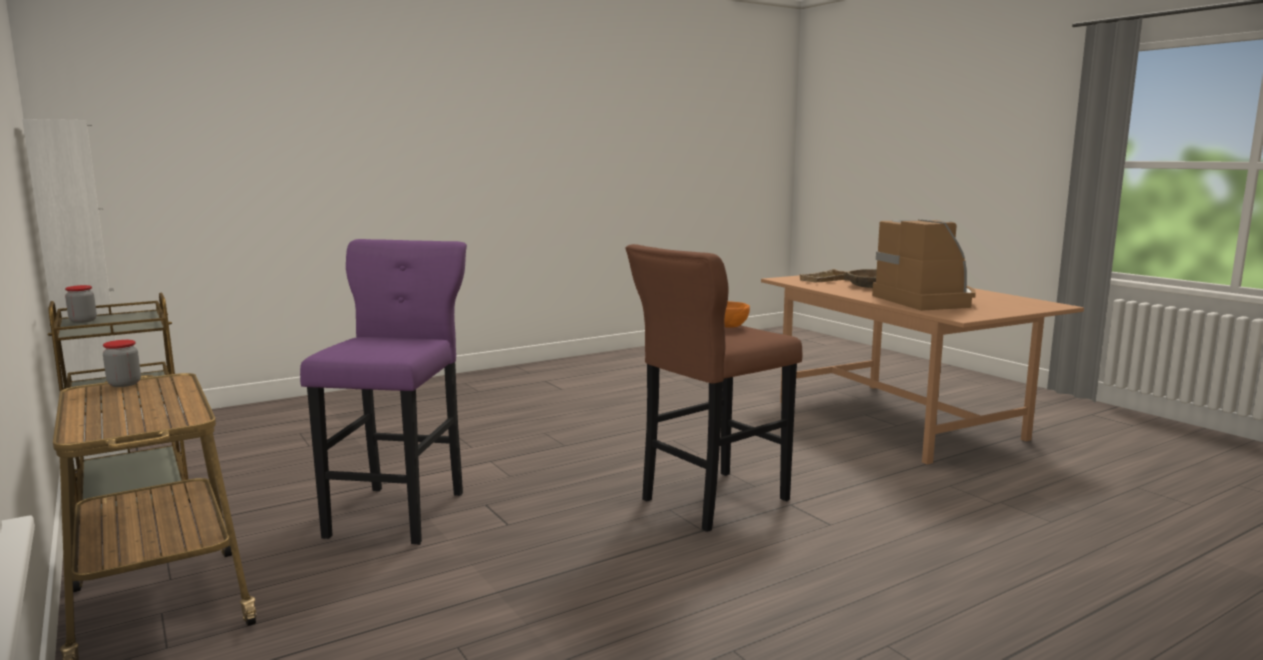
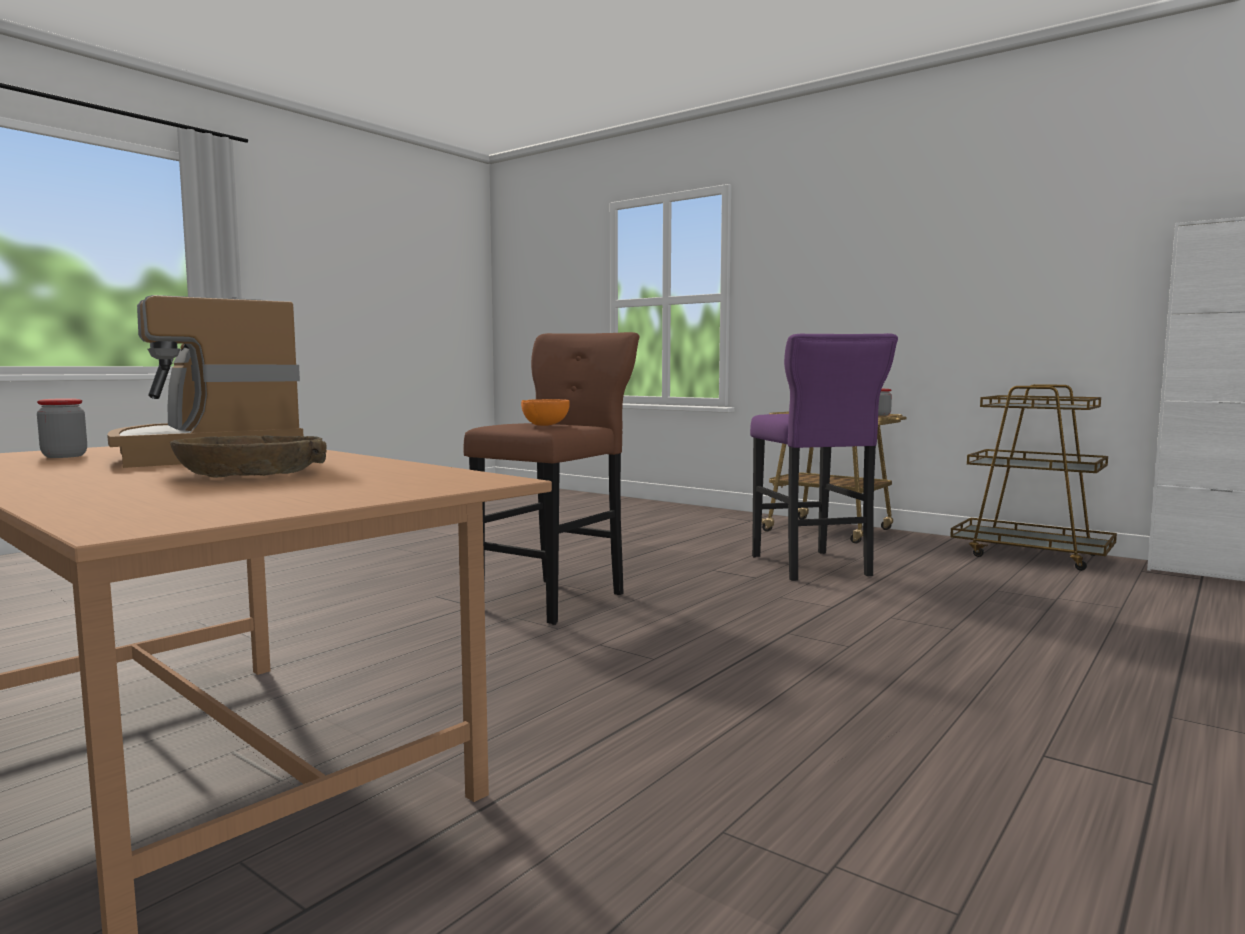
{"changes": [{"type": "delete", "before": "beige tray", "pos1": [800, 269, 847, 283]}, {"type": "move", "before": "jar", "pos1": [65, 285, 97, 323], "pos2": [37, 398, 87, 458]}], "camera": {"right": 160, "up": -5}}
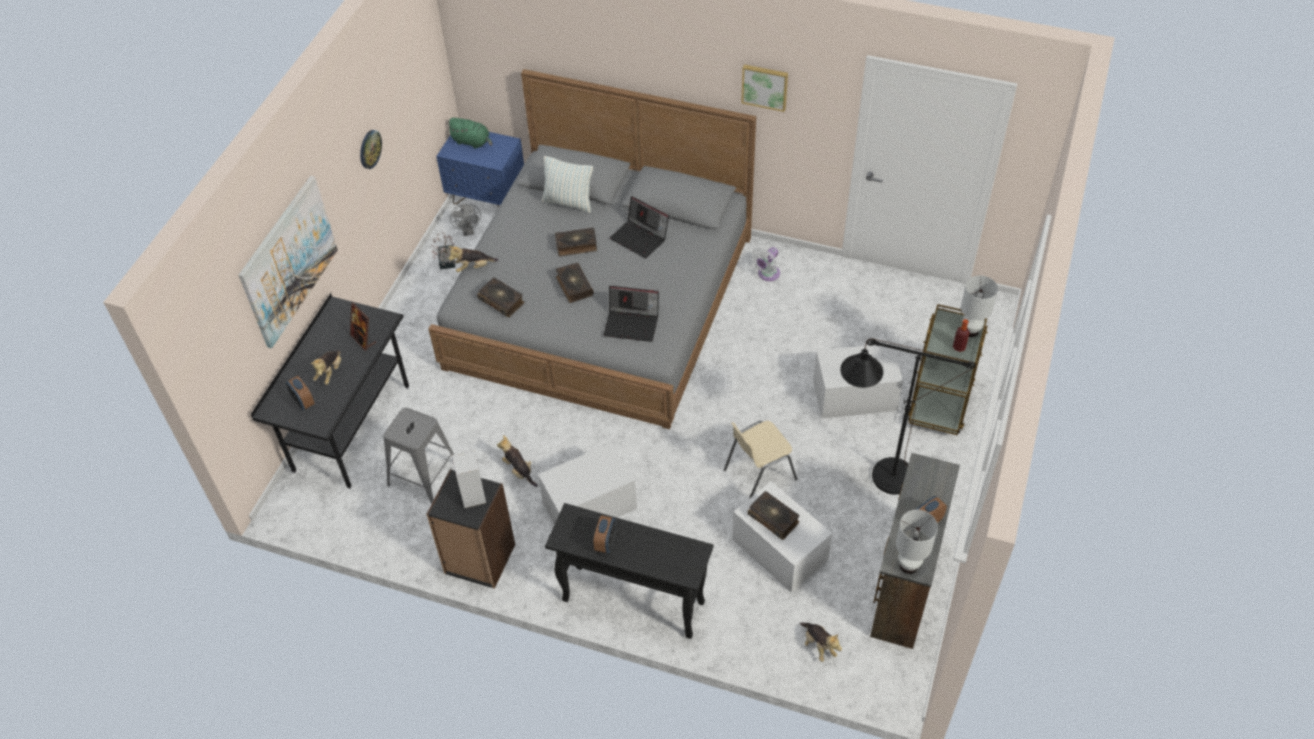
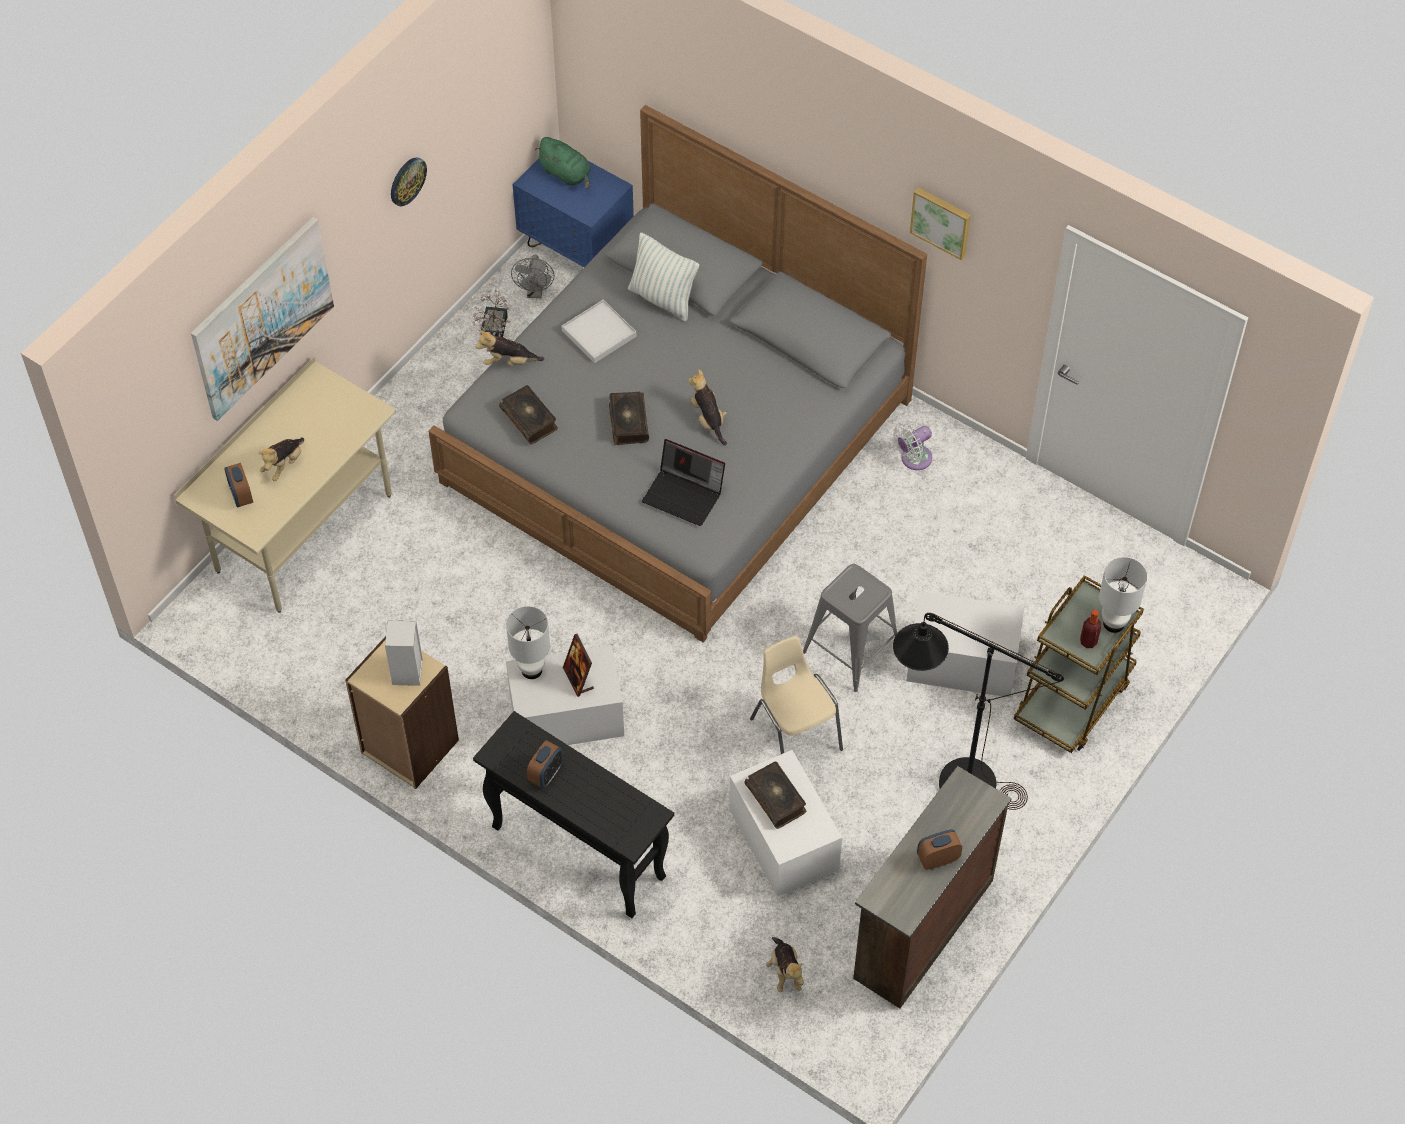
{"changes": [{"type": "delete", "before": "laptop", "pos1": [610, 196, 669, 258]}, {"type": "delete", "before": "book", "pos1": [555, 228, 597, 256]}, {"type": "recolor", "before": "black desk", "after": "beige desk", "pos1": [251, 293, 409, 489], "pos2": [174, 357, 396, 613]}, {"type": "move", "before": "picture frame", "pos1": [350, 303, 376, 351], "pos2": [563, 634, 594, 697]}, {"type": "move", "before": "grey stool", "pos1": [383, 408, 454, 504], "pos2": [803, 564, 897, 692]}, {"type": "rotate", "before": "beige chair", "pos1": [724, 421, 797, 499], "pos2": [750, 636, 843, 754], "turn": 75}, {"type": "move", "before": "plush toy", "pos1": [497, 435, 538, 487], "pos2": [688, 369, 727, 446]}, {"type": "recolor", "before": "black bookcase", "after": "beige bookcase", "pos1": [426, 469, 515, 589], "pos2": [345, 636, 459, 789]}, {"type": "move", "before": "white table lamp", "pos1": [896, 510, 938, 574], "pos2": [506, 606, 550, 679]}, {"type": "insert", "after": "white tray", "pos2": [562, 300, 637, 363]}], "camera": {"right": 15, "up": 5}}
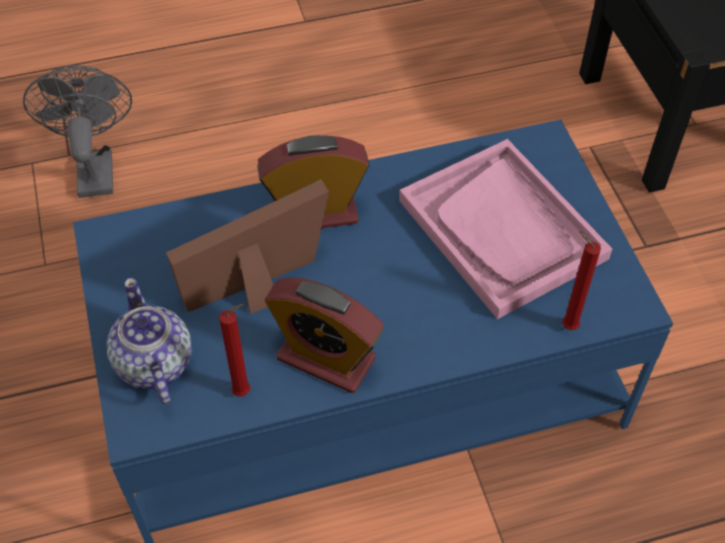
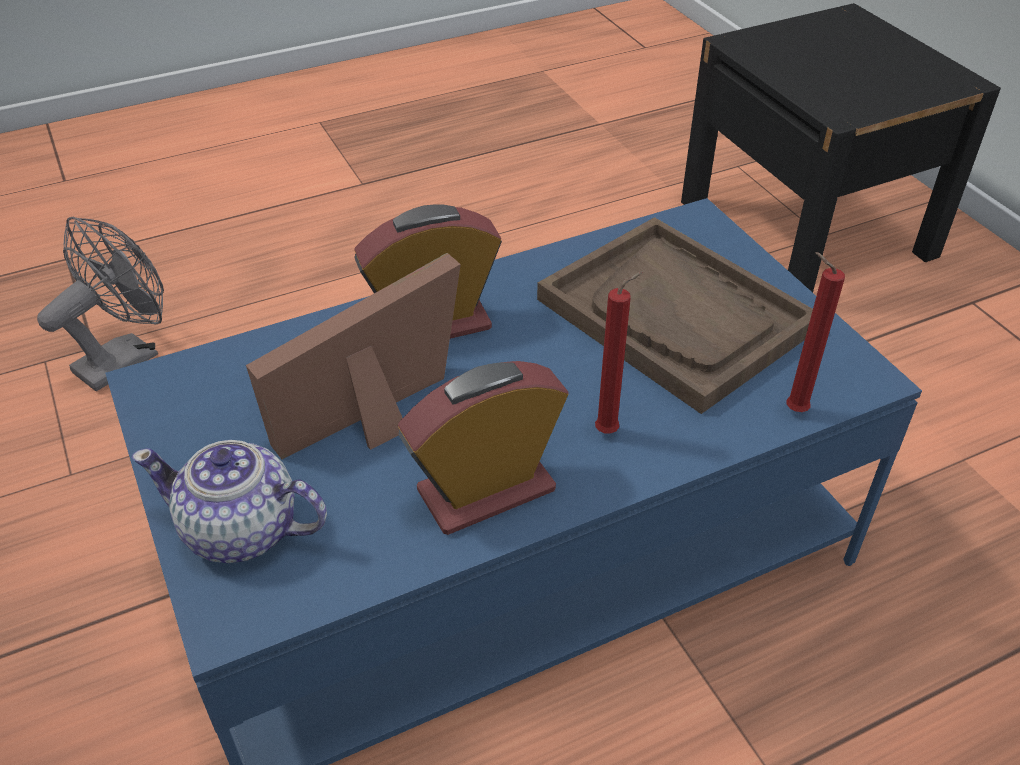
{"changes": [{"type": "rotate", "before": "grey fan", "pos1": [23, 65, 132, 198], "pos2": [37, 217, 164, 391], "turn": 60}, {"type": "recolor", "before": "pink tray", "after": "brown tray", "pos1": [399, 139, 612, 319], "pos2": [537, 217, 813, 414]}, {"type": "rotate", "before": "teapot", "pos1": [107, 278, 192, 404], "pos2": [132, 440, 327, 563], "turn": -45}, {"type": "rotate", "before": "alarm clock", "pos1": [265, 278, 384, 393], "pos2": [398, 361, 568, 535], "turn": 135}, {"type": "move", "before": "red candle", "pos1": [219, 304, 251, 397], "pos2": [595, 272, 643, 433]}], "camera": {"right": -10, "up": -10}}
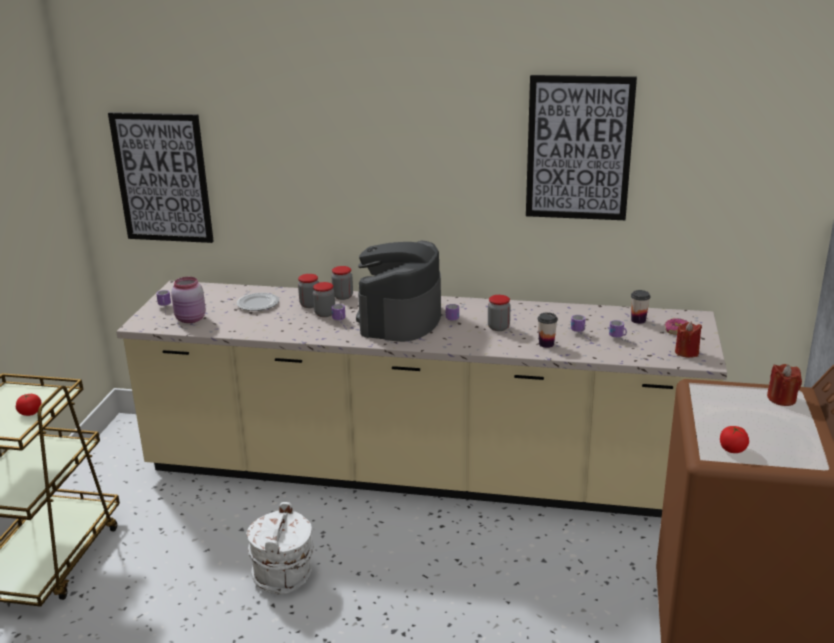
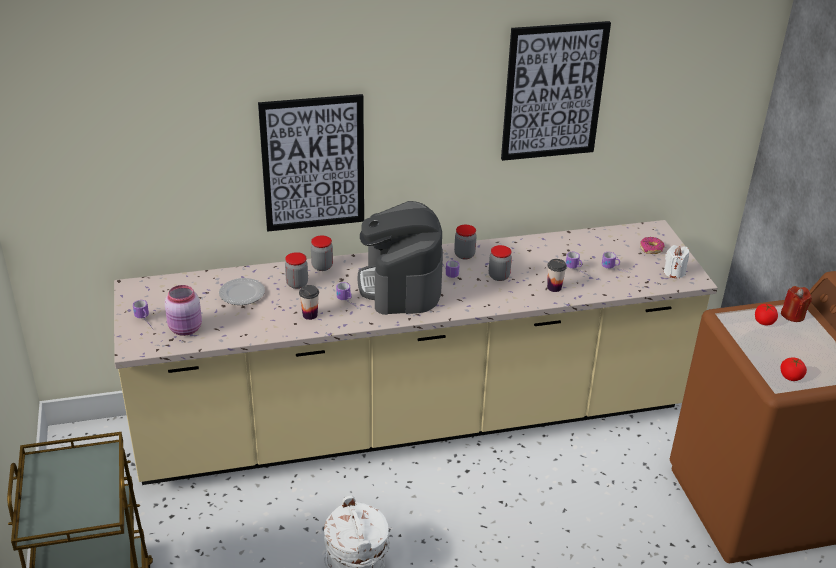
{"changes": [{"type": "move", "before": "picture", "pos1": [108, 112, 214, 243], "pos2": [258, 94, 364, 232]}, {"type": "move", "before": "jar", "pos1": [313, 282, 335, 317], "pos2": [454, 225, 477, 260]}, {"type": "move", "before": "cup", "pos1": [631, 290, 651, 324], "pos2": [299, 285, 319, 320]}, {"type": "recolor", "before": "red candle", "after": "white candle", "pos1": [675, 321, 702, 358], "pos2": [664, 245, 689, 278]}, {"type": "move", "before": "tomato", "pos1": [16, 394, 42, 416], "pos2": [755, 304, 778, 325]}], "camera": {"right": -25, "up": 10}}
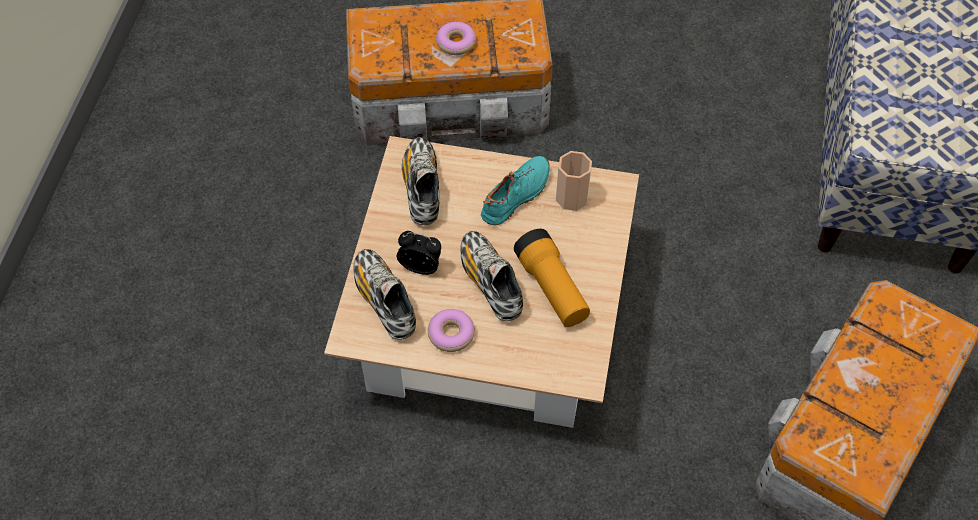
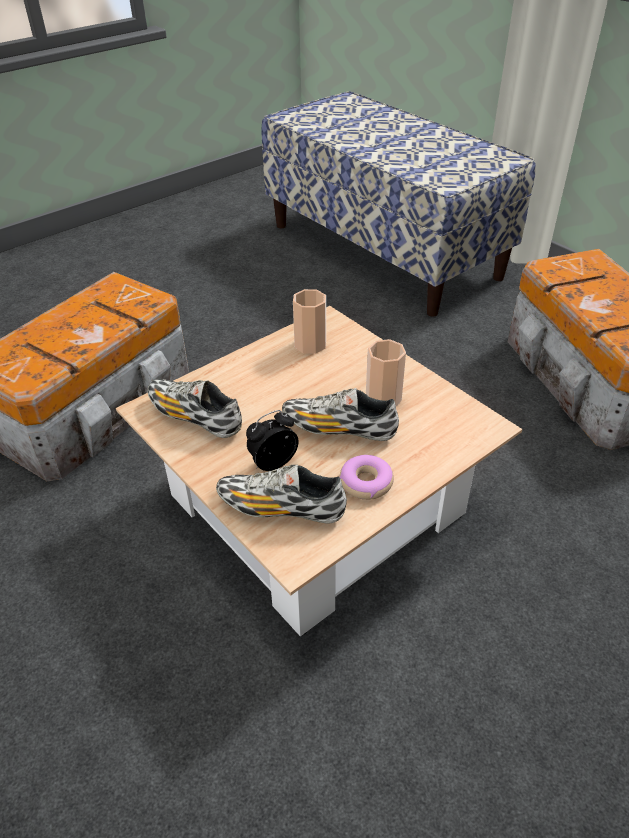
{"changes": [{"type": "delete", "before": "donut", "pos1": [436, 22, 476, 55]}, {"type": "delete", "before": "turquoise shoe", "pos1": [481, 156, 550, 225]}, {"type": "replace", "before": "flashlight", "after": "cup", "pos1": [514, 229, 590, 327], "pos2": [366, 339, 406, 406]}], "camera": {"right": -50, "up": -15}}
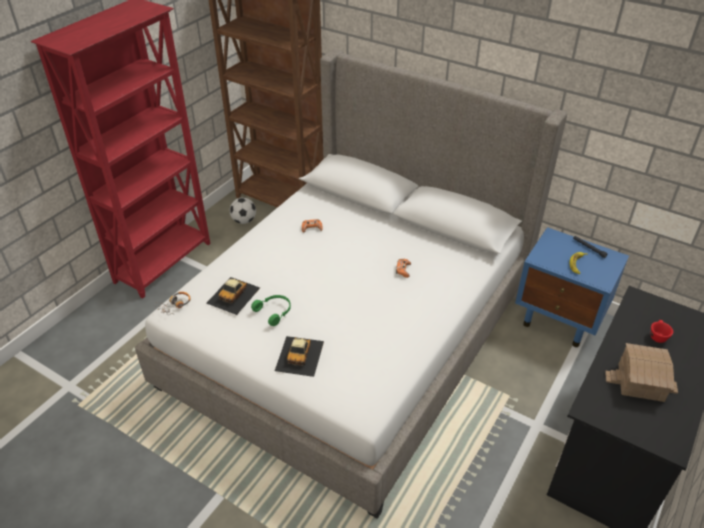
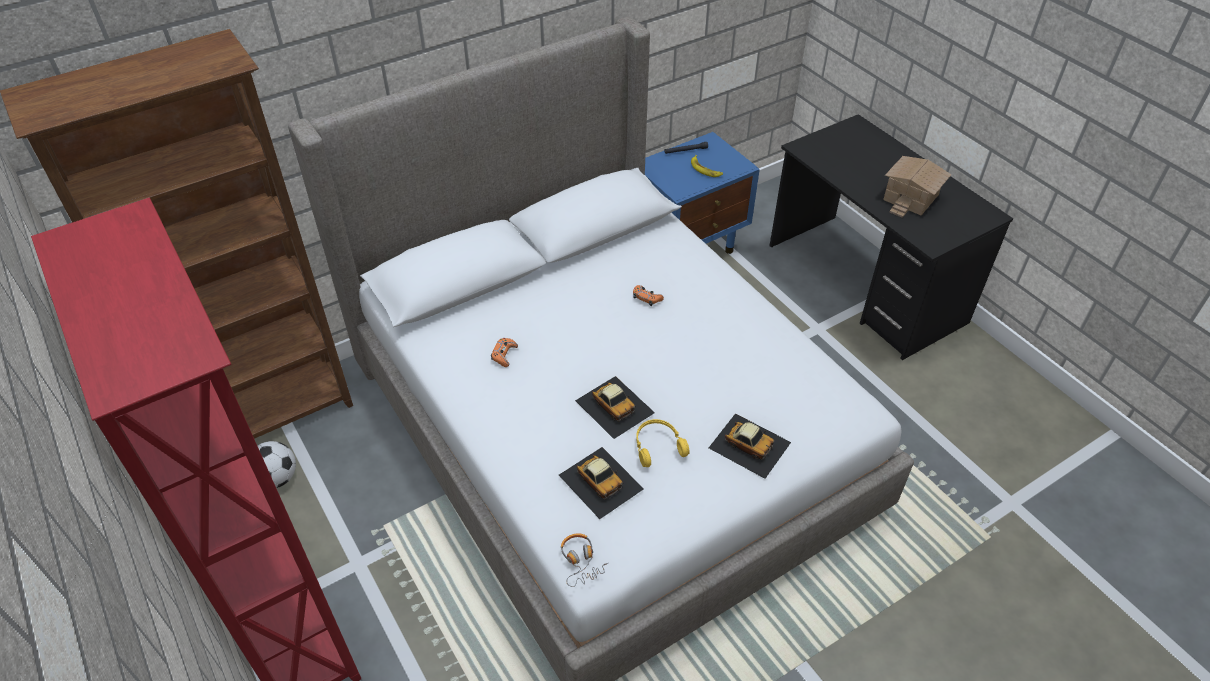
{"changes": [{"type": "recolor", "before": "green headphones", "after": "yellow headphones", "pos1": [251, 295, 291, 326], "pos2": [636, 419, 690, 467]}, {"type": "delete", "before": "red cup", "pos1": [651, 320, 673, 343]}, {"type": "insert", "after": "toy car", "pos2": [575, 376, 655, 439]}], "camera": {"right": -65, "up": 5}}
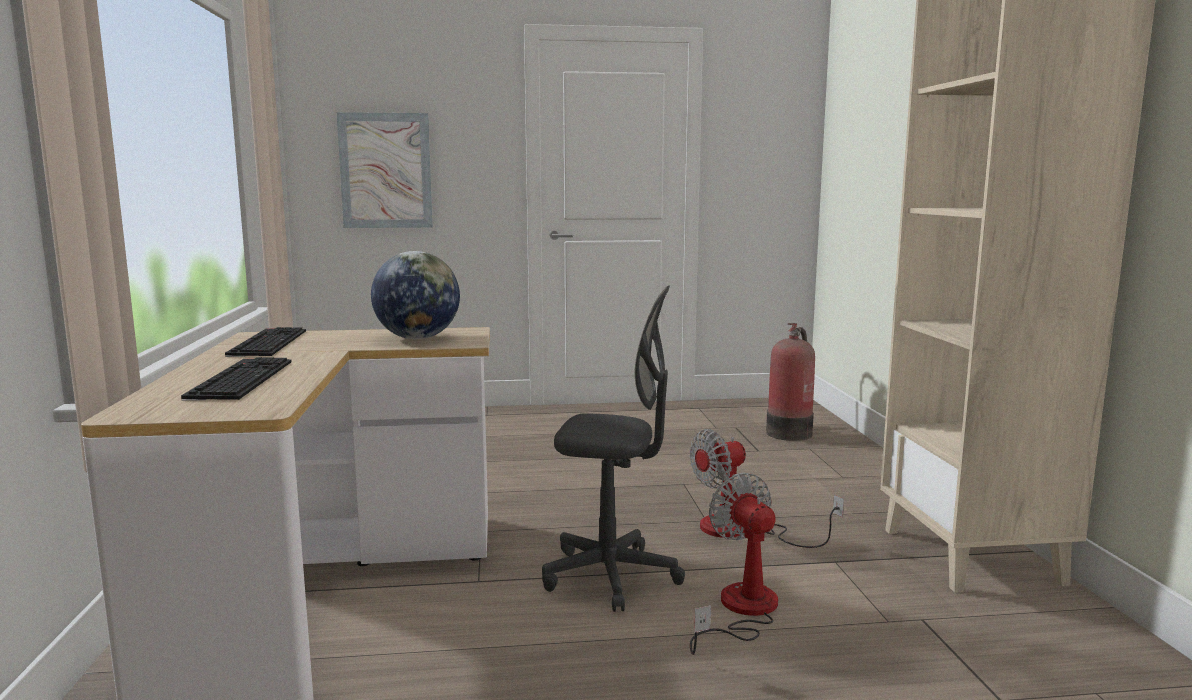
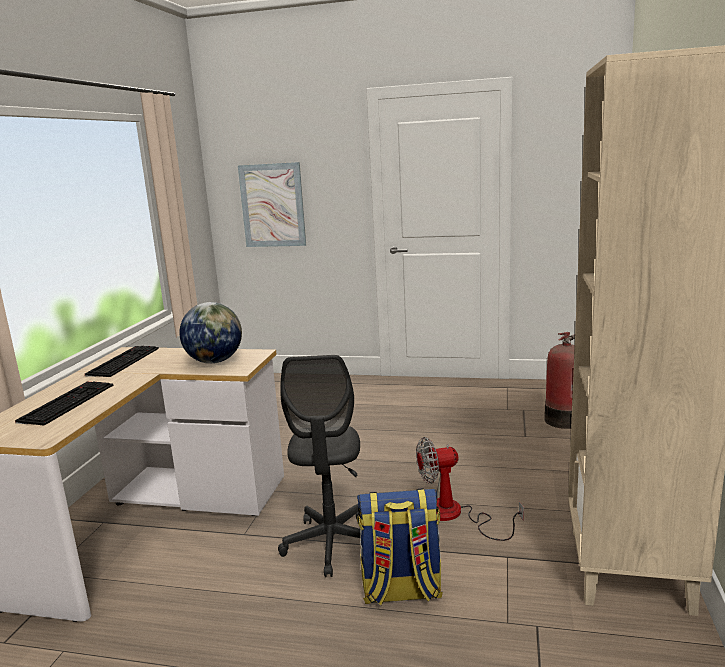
{"changes": [{"type": "rotate", "before": "grey office chair", "pos1": [542, 286, 685, 612], "pos2": [278, 355, 361, 577], "turn": 60}, {"type": "replace", "before": "fan", "after": "backpack", "pos1": [690, 472, 778, 655], "pos2": [357, 488, 443, 605]}], "camera": {"right": 20, "up": 5}}
